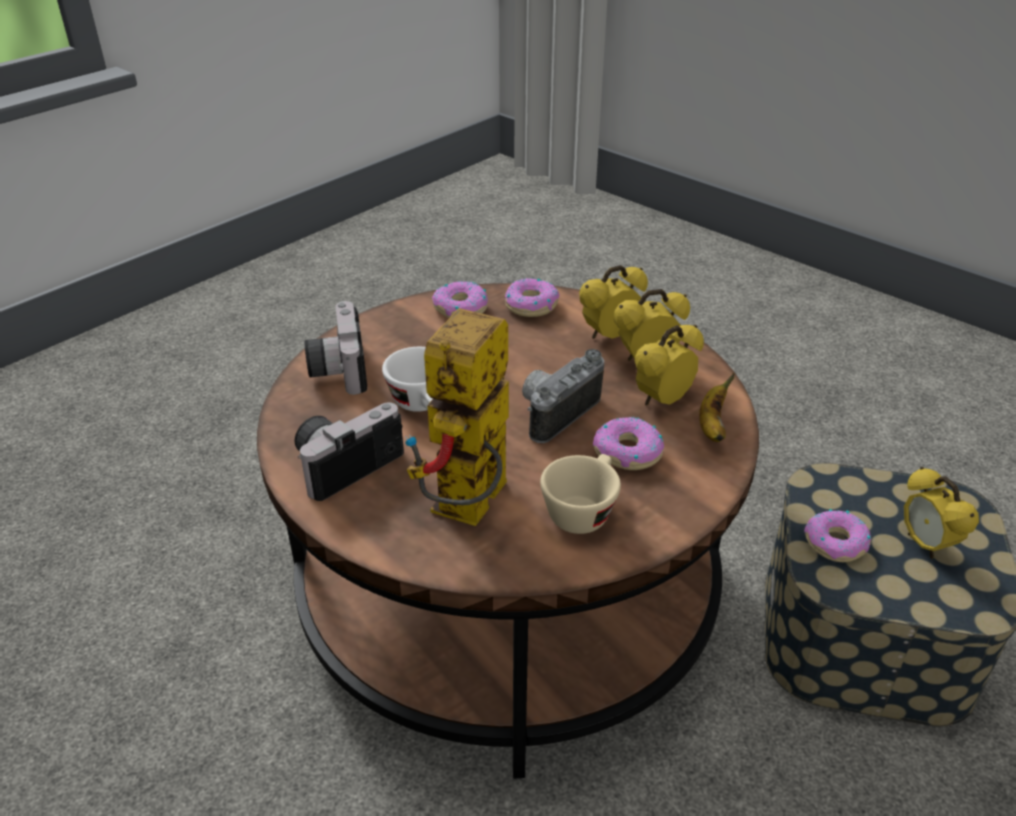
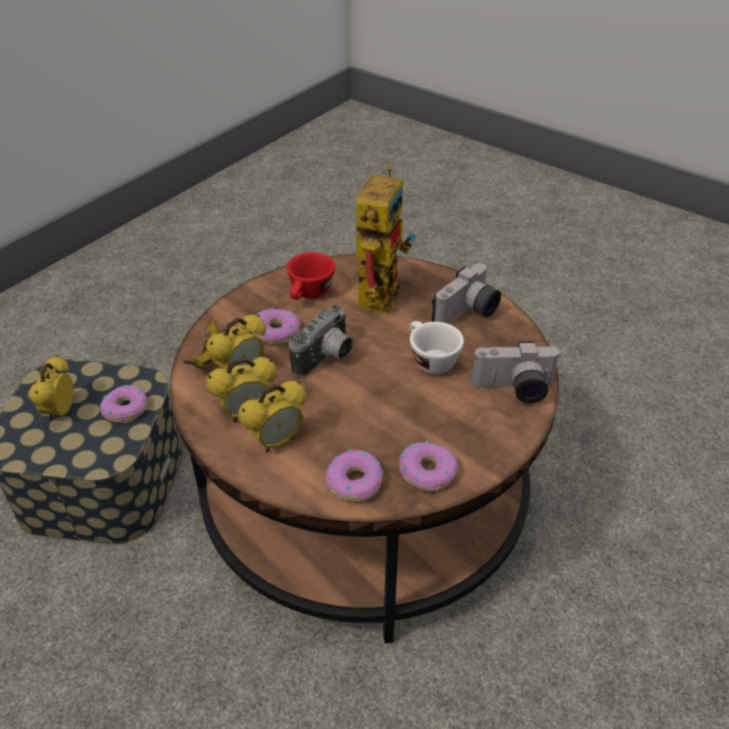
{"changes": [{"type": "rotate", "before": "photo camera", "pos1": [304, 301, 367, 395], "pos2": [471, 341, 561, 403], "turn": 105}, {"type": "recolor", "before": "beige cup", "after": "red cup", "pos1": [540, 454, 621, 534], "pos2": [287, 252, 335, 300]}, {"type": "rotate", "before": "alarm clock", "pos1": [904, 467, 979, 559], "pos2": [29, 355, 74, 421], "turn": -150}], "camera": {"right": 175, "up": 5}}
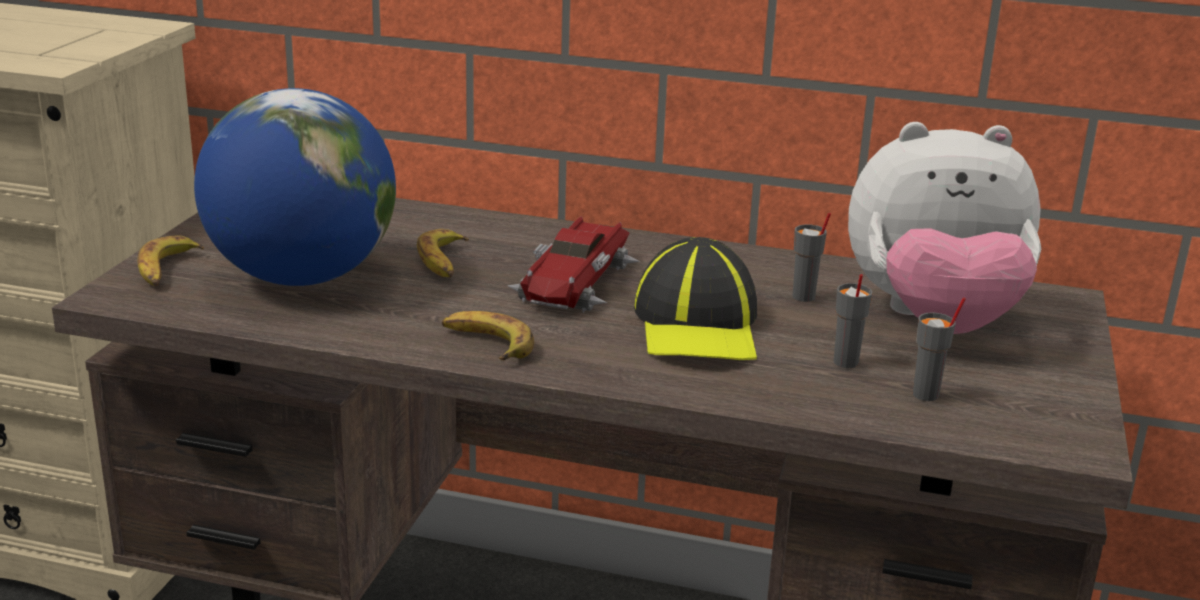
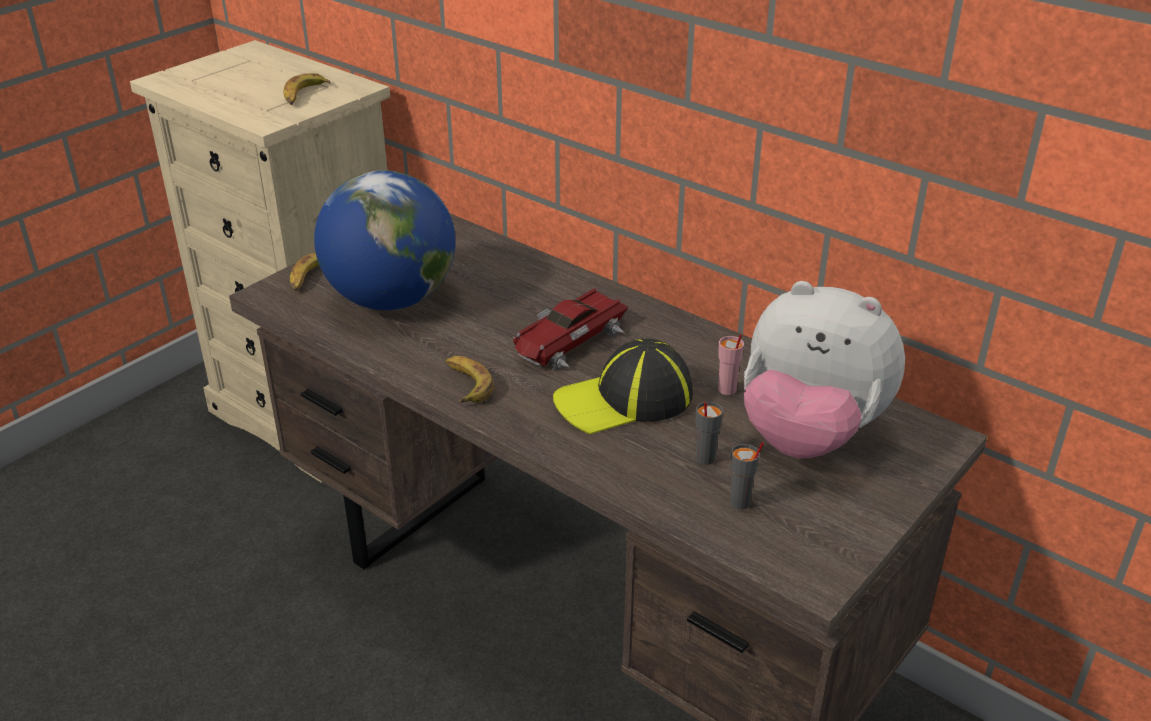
{"changes": [{"type": "recolor", "before": "grey cup", "after": "pink cup", "pos1": [792, 213, 831, 302], "pos2": [718, 334, 744, 395]}, {"type": "move", "before": "banana", "pos1": [417, 229, 469, 277], "pos2": [284, 73, 330, 105]}, {"type": "rotate", "before": "cap", "pos1": [634, 237, 757, 360], "pos2": [553, 338, 693, 434], "turn": 45}], "camera": {"right": 25, "up": 10}}
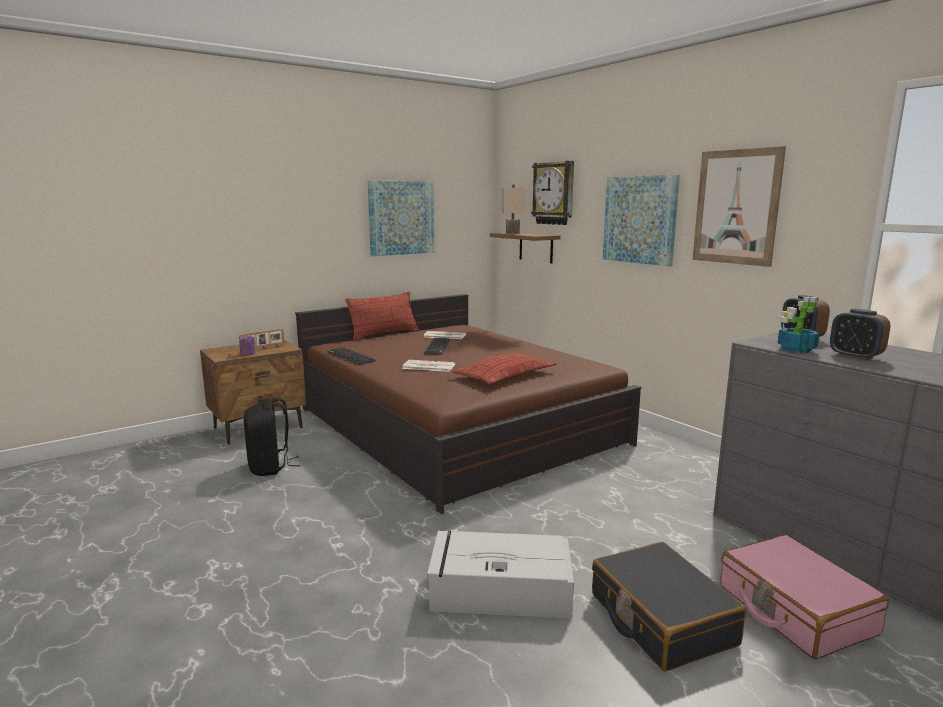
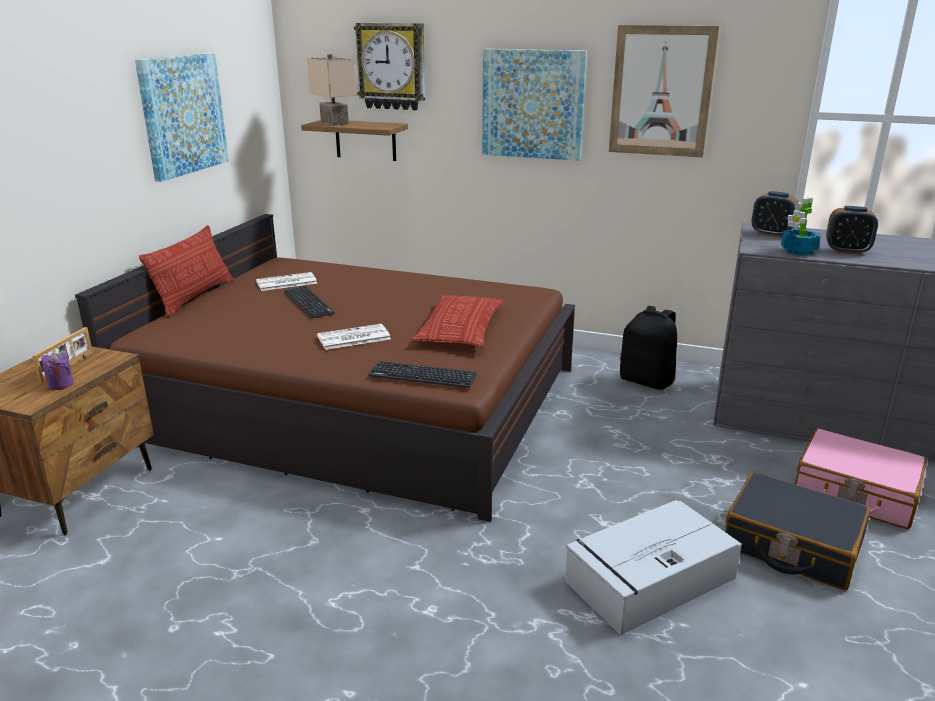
{"changes": [{"type": "move", "before": "keyboard", "pos1": [327, 347, 376, 364], "pos2": [368, 361, 477, 388]}, {"type": "move", "before": "black backpack", "pos1": [244, 397, 300, 476], "pos2": [620, 306, 677, 390]}], "camera": {"right": -35, "up": 10}}
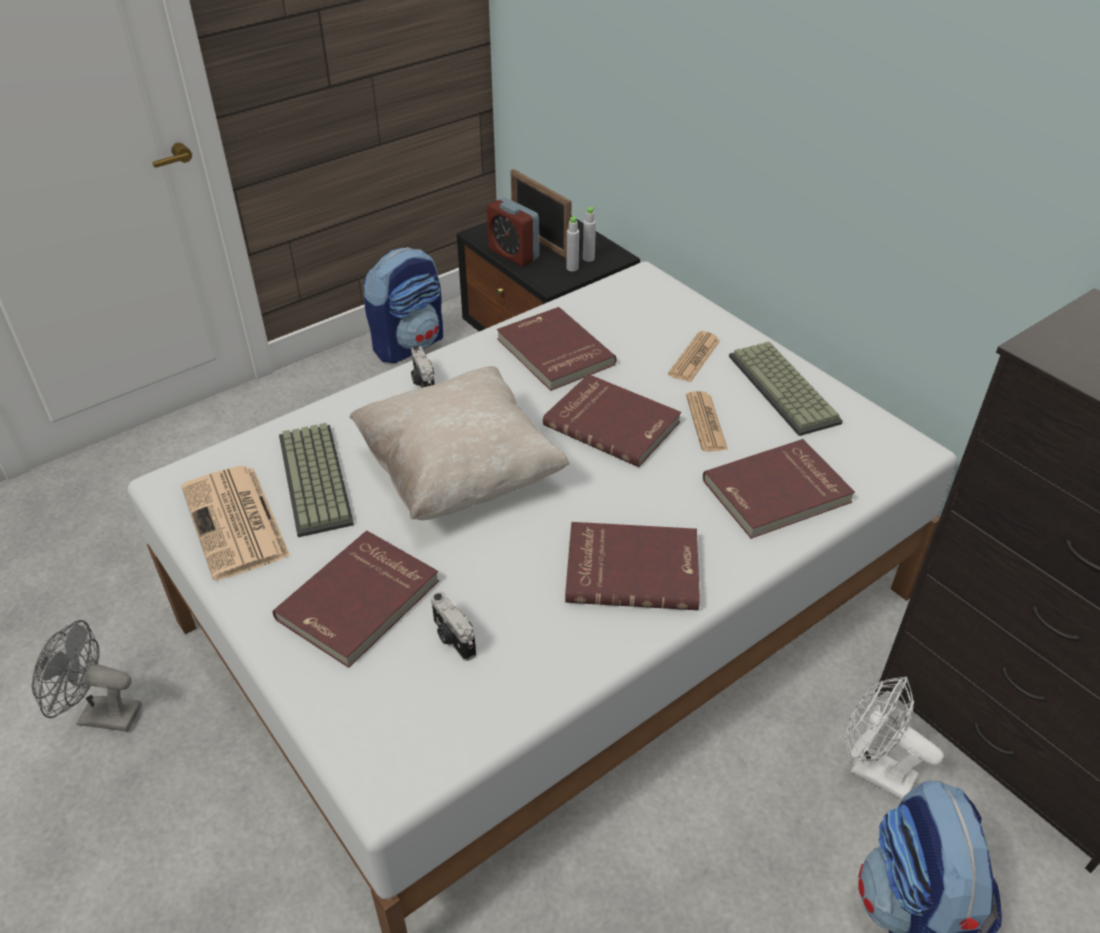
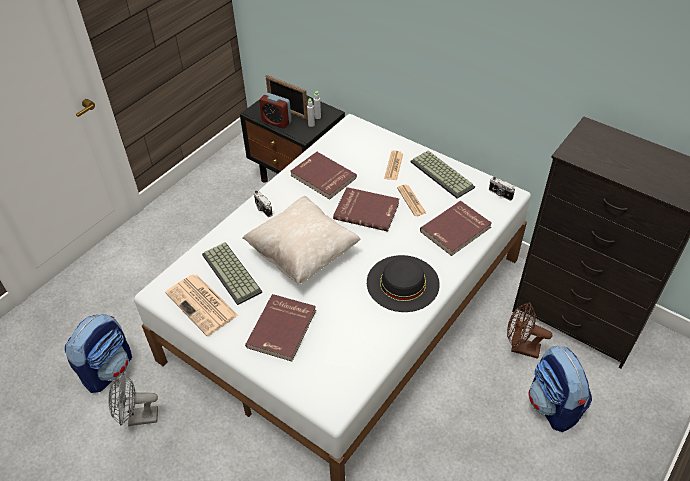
{"changes": [{"type": "move", "before": "backpack", "pos1": [363, 247, 443, 363], "pos2": [65, 314, 132, 393]}, {"type": "replace", "before": "red book", "after": "black hat", "pos1": [565, 522, 700, 610], "pos2": [367, 255, 440, 312]}, {"type": "move", "before": "photo camera", "pos1": [431, 592, 476, 661], "pos2": [489, 177, 515, 201]}, {"type": "recolor", "before": "white fan", "after": "brown fan", "pos1": [844, 676, 944, 800], "pos2": [507, 302, 552, 359]}], "camera": {"right": -15, "up": 5}}
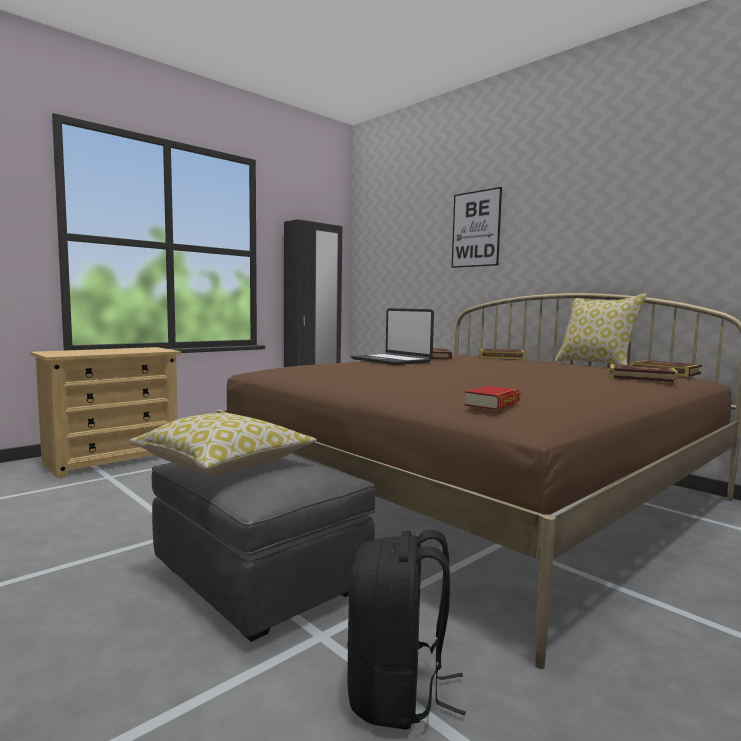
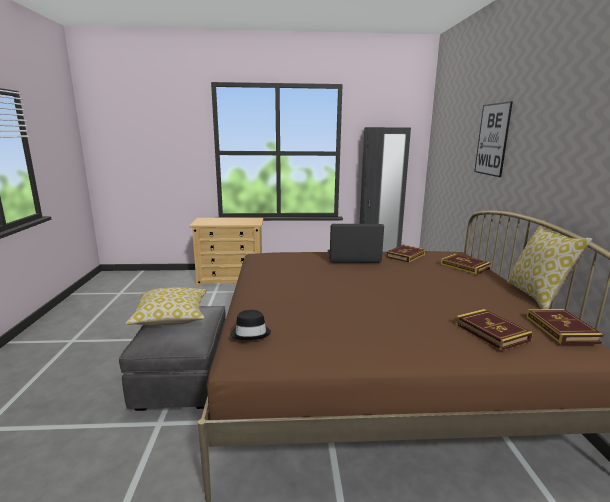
{"changes": [{"type": "rotate", "before": "laptop", "pos1": [351, 308, 434, 365], "pos2": [327, 224, 384, 263], "turn": 90}, {"type": "replace", "before": "book", "after": "black hat", "pos1": [464, 386, 520, 410], "pos2": [230, 310, 271, 340]}, {"type": "delete", "before": "black backpack", "pos1": [347, 529, 466, 730]}], "camera": {"right": 40, "up": 10}}
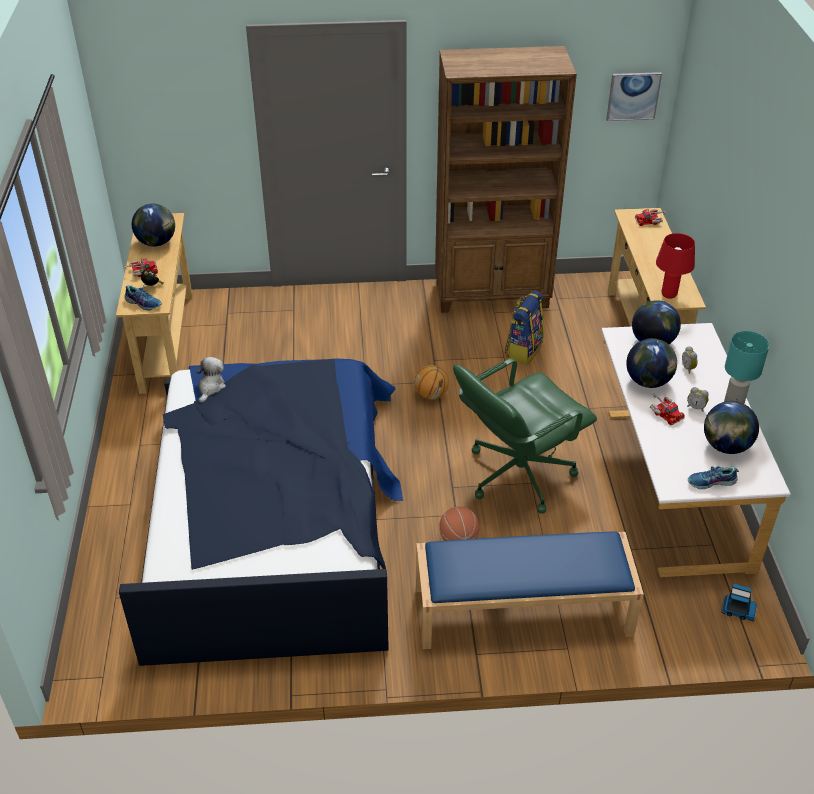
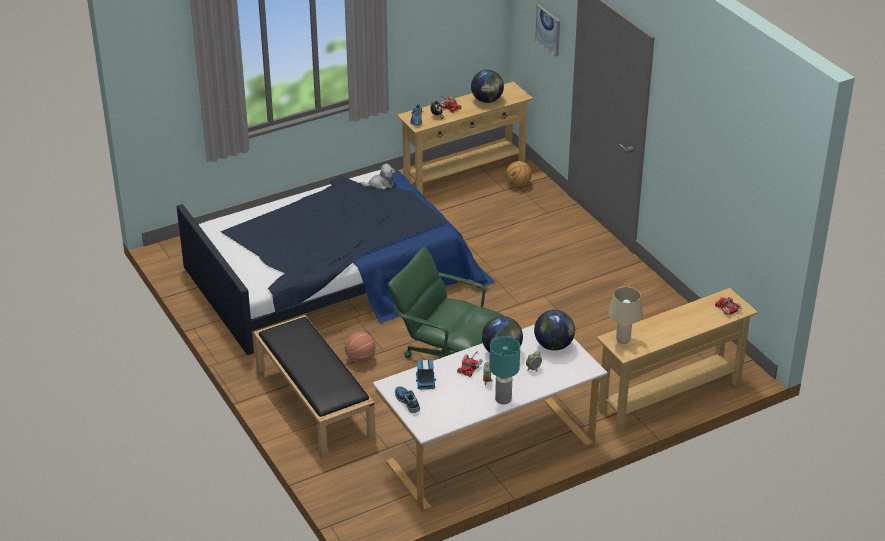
{"changes": [{"type": "delete", "before": "brown bookcase", "pos1": [435, 46, 577, 313]}, {"type": "move", "before": "picture", "pos1": [606, 72, 662, 121], "pos2": [535, 5, 560, 57]}, {"type": "recolor", "before": "red table lamp", "after": "beige table lamp", "pos1": [656, 233, 695, 299], "pos2": [608, 287, 643, 344]}, {"type": "delete", "before": "backpack", "pos1": [505, 291, 544, 365]}, {"type": "move", "before": "basketball", "pos1": [415, 365, 449, 400], "pos2": [506, 161, 532, 187]}, {"type": "delete", "before": "globe", "pos1": [704, 401, 759, 454]}, {"type": "recolor", "before": "blue bench", "after": "black bench", "pos1": [416, 532, 644, 649], "pos2": [253, 315, 376, 460]}, {"type": "move", "before": "toy truck", "pos1": [721, 584, 757, 621], "pos2": [416, 360, 436, 389]}], "camera": {"right": 65, "up": -5}}
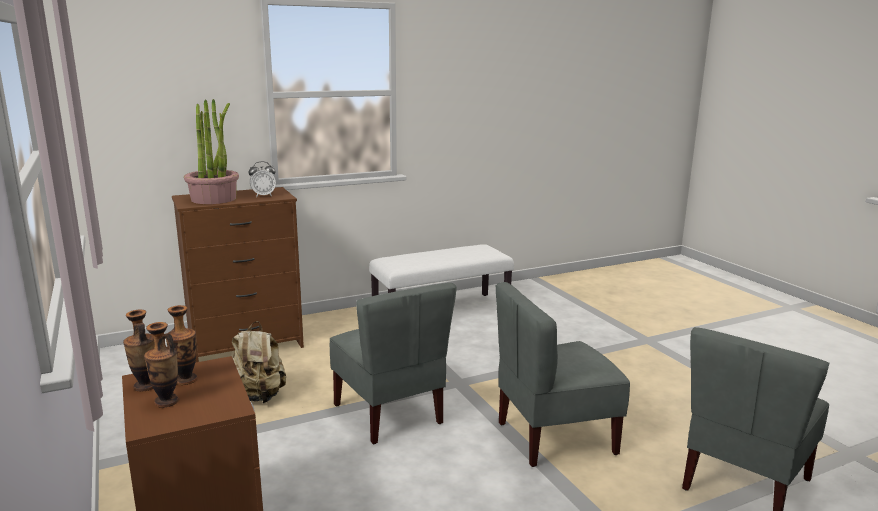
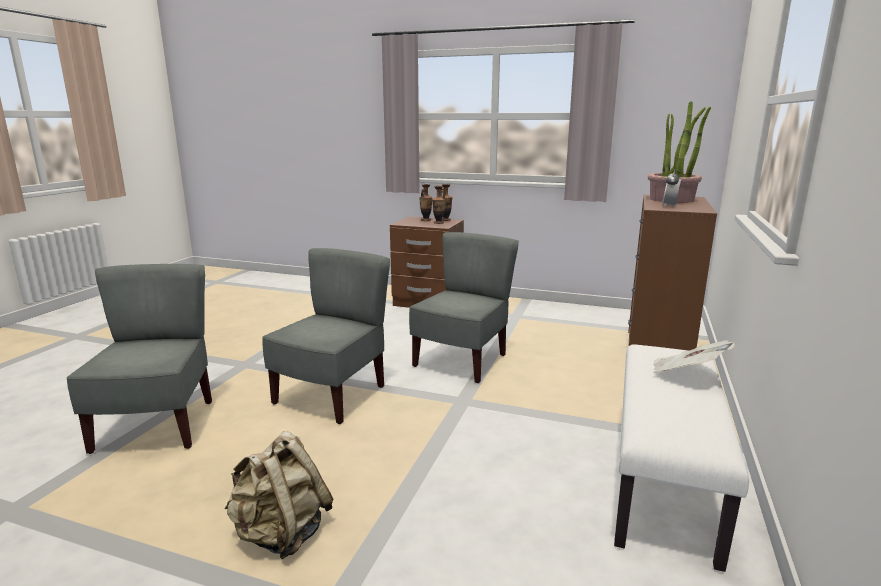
{"changes": [{"type": "rotate", "before": "grey chair", "pos1": [330, 283, 457, 444], "pos2": [409, 232, 519, 383], "turn": 105}, {"type": "move", "before": "beige backpack", "pos1": [232, 321, 286, 403], "pos2": [224, 431, 333, 559]}, {"type": "insert", "after": "newspaper", "pos2": [653, 340, 735, 373]}], "camera": {"right": 135, "up": 0}}
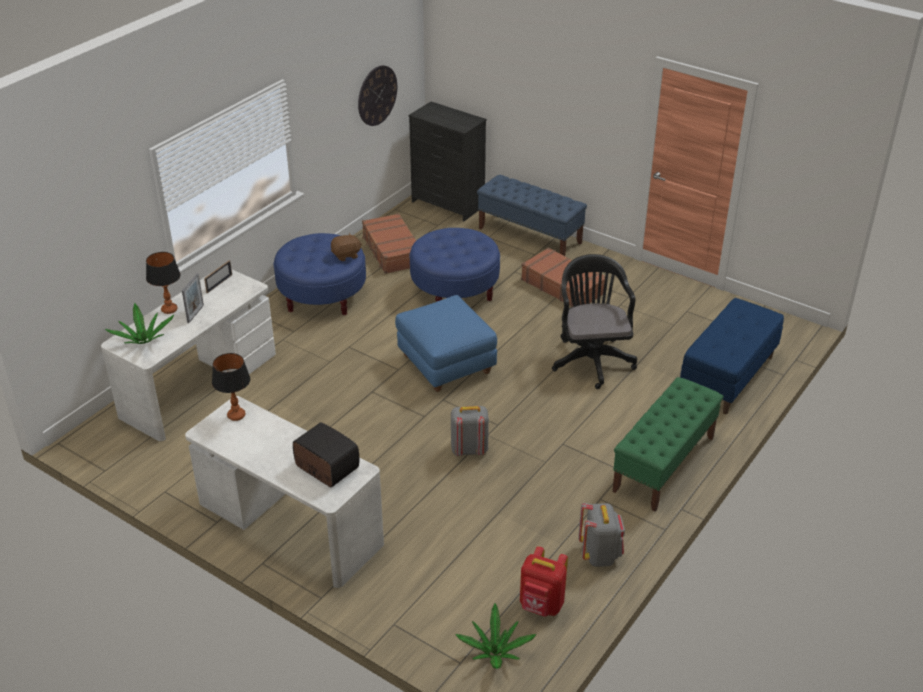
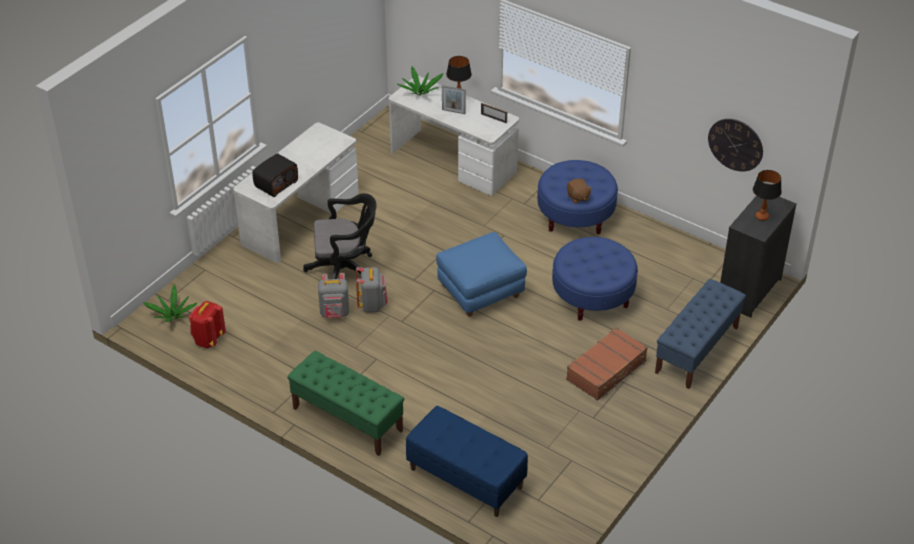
{"changes": [{"type": "delete", "before": "brown suitcase", "pos1": [362, 213, 416, 274]}, {"type": "move", "before": "black office chair", "pos1": [552, 254, 637, 389], "pos2": [303, 193, 376, 279]}, {"type": "move", "before": "table lamp", "pos1": [212, 353, 250, 421], "pos2": [753, 170, 782, 221]}, {"type": "move", "before": "grey backpack", "pos1": [578, 503, 625, 567], "pos2": [318, 273, 349, 318]}], "camera": {"right": 90, "up": 5}}
